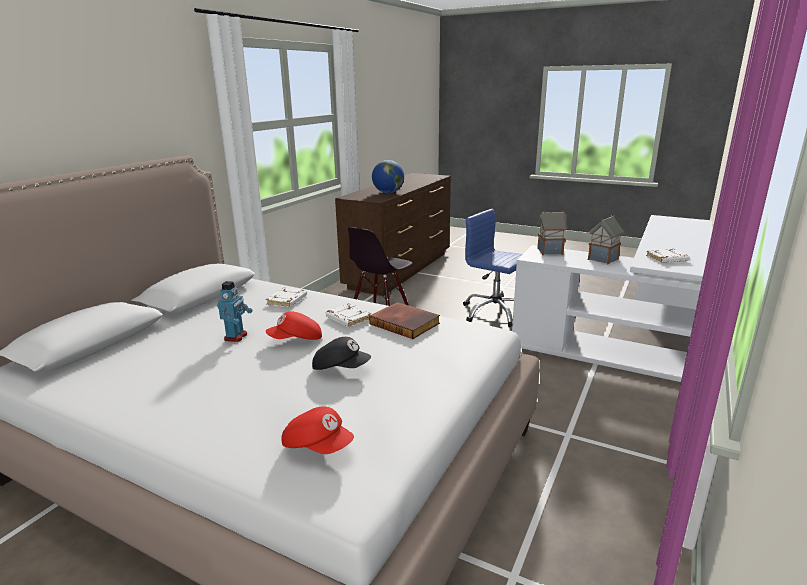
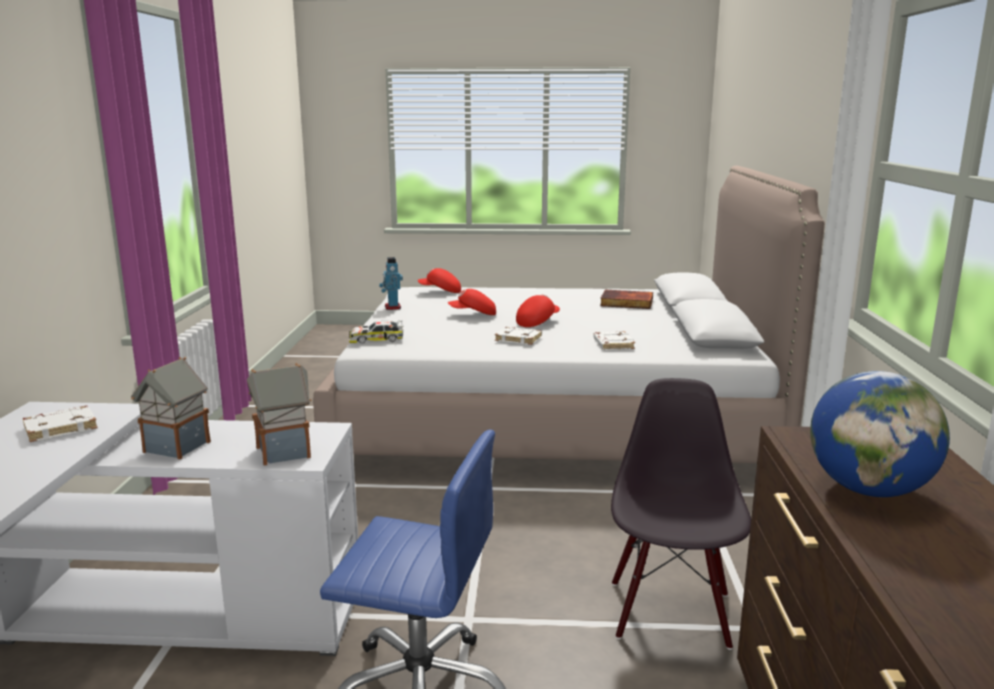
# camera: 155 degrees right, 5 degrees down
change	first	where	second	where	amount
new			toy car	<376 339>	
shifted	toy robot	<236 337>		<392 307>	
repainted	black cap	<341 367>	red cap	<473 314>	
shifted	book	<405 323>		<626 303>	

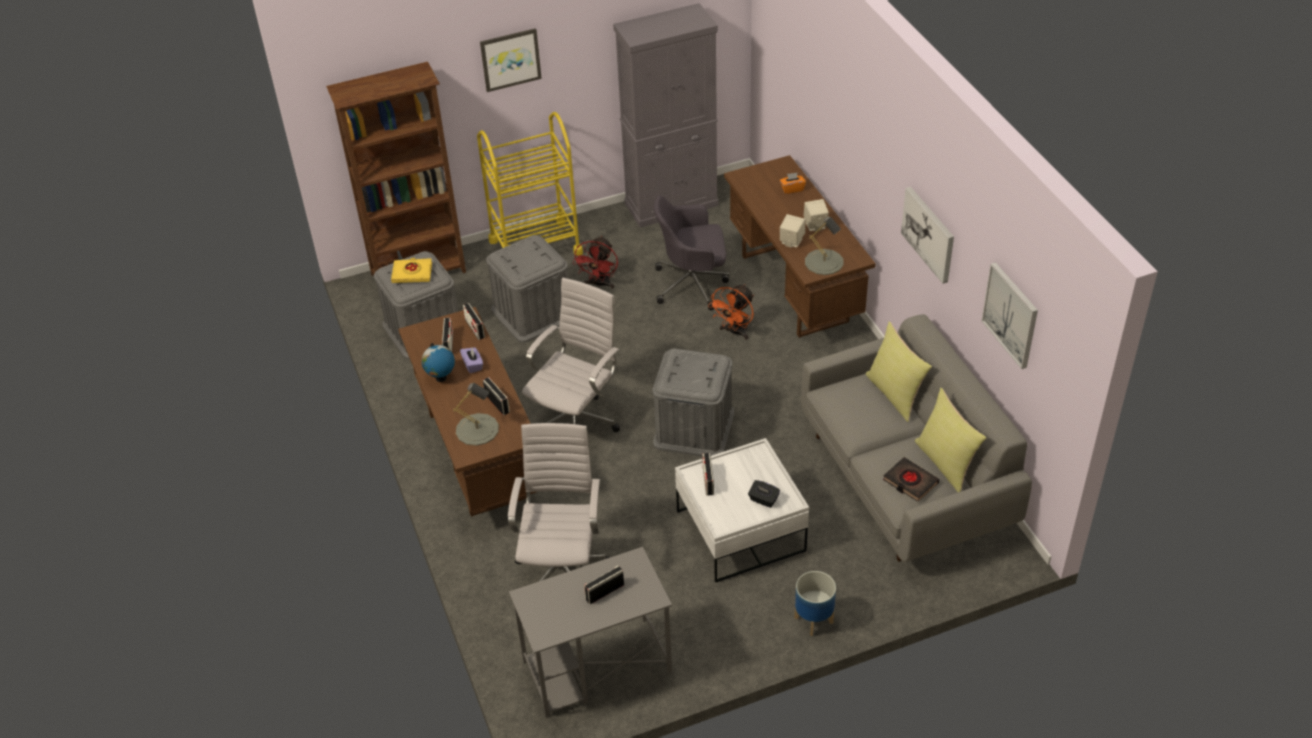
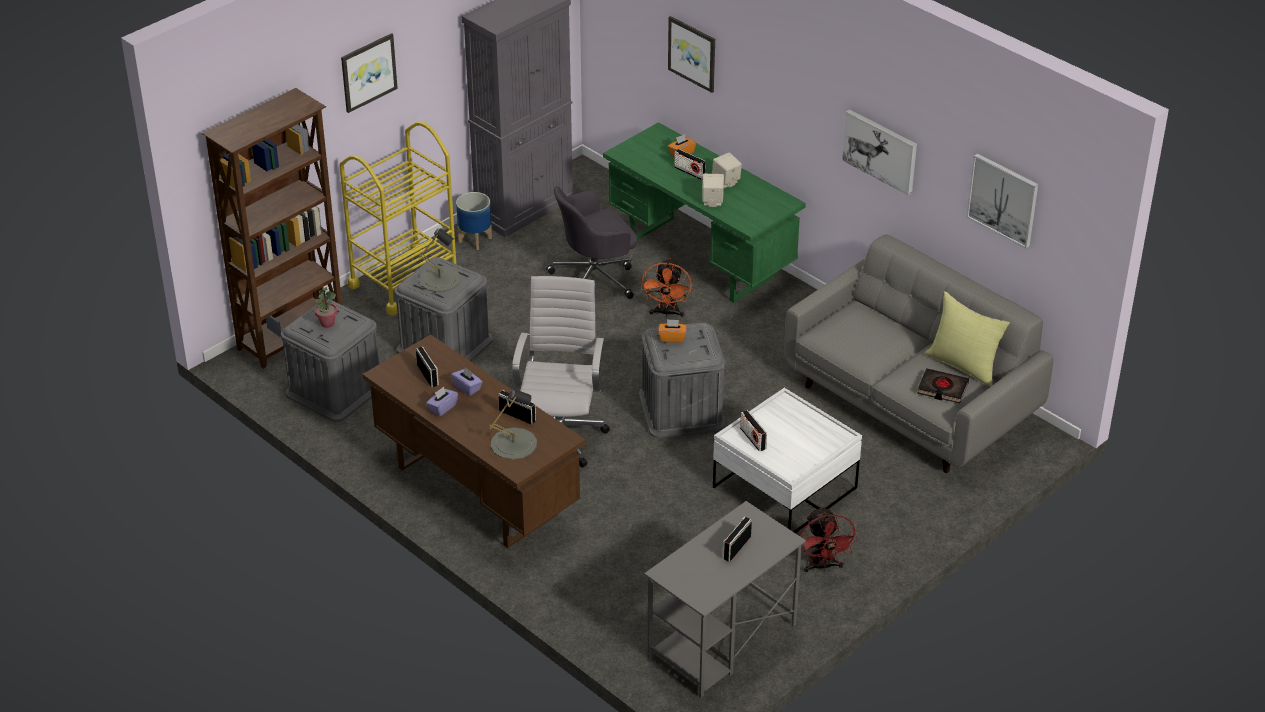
# camera: 25 degrees left, 5 degrees down
change	first	where	second	where	amount
swapped	yellow book	<412 273>	potted plant	<327 323>	
shifted	grey table lamp	<824 262>		<440 279>	
swapped	globe	<441 378>	purple tissue box	<442 408>	
shifted	planter	<813 620>		<475 240>	
repainted	brown desk	<795 288>	green desk	<702 259>	
new			orange tissue box	<672 338>	
new			picture	<692 53>	
shifted	radio	<474 328>		<689 172>	
shifted	red fan	<599 284>		<823 566>	
gone	white office chair	<562 570>			
gone	black tissue box	<763 500>			
gone	yellow pillow	<895 394>			

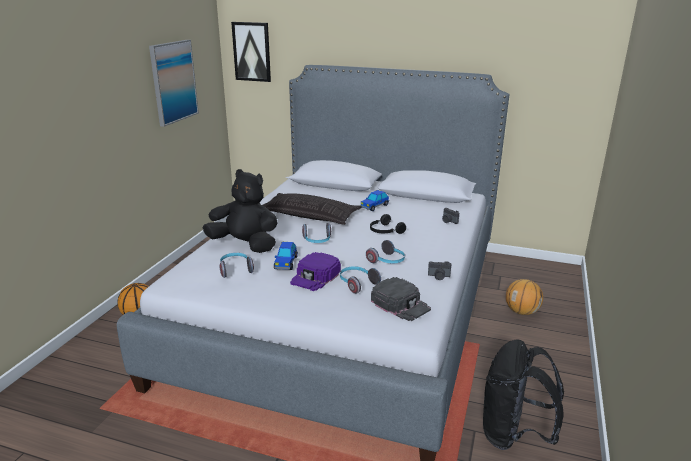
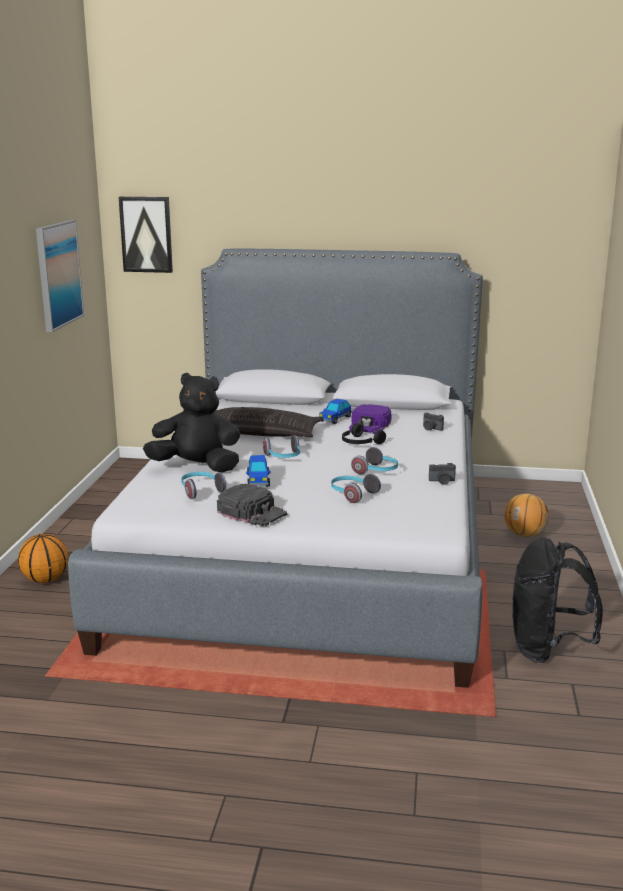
# camera: 10 degrees left, 5 degrees down
change	first	where	second	where	amount
shifted	black cap	<401 304>		<252 512>	
shifted	purple cap	<315 276>		<370 425>	

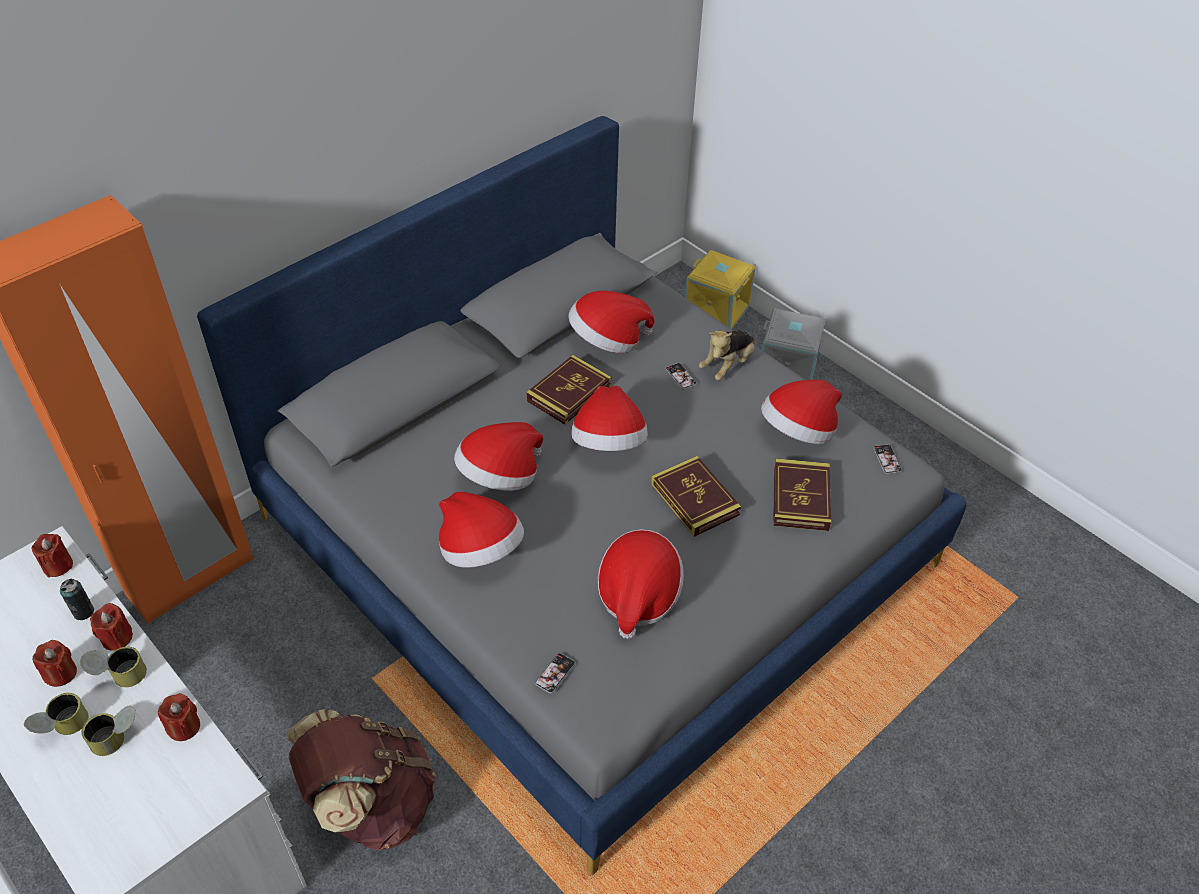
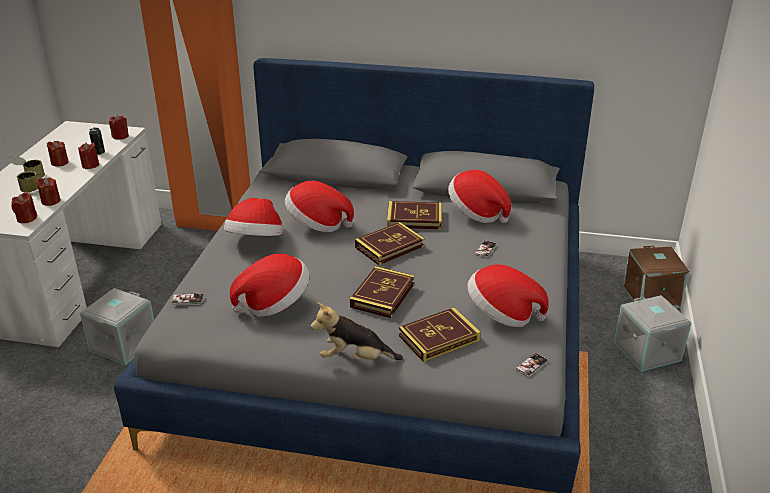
# camera: 55 degrees right, 15 degrees down
change	first	where	second	where	amount
new			red candle	<27 218>	
swapped	brown backpack	<371 804>	grey storage box	<123 344>	
shifted	plush toy	<727 366>		<355 358>	
swapped	hat	<609 444>	book	<389 247>	
repainted	yellow storage box	<717 310>	brown storage box	<652 296>	
gone	can	<119 675>			

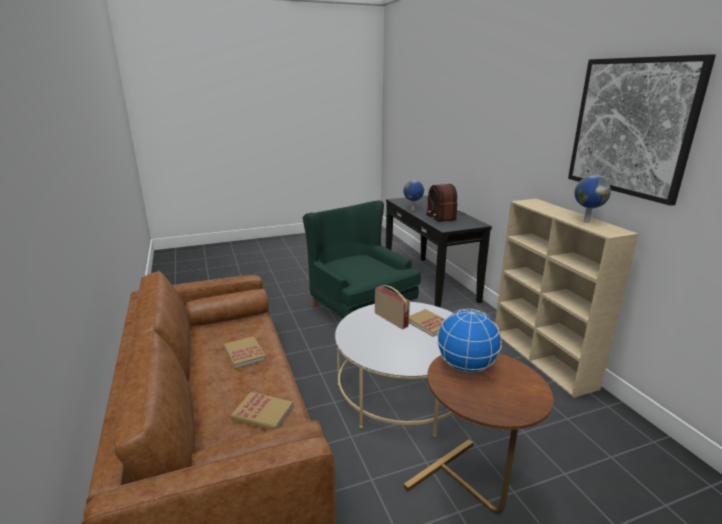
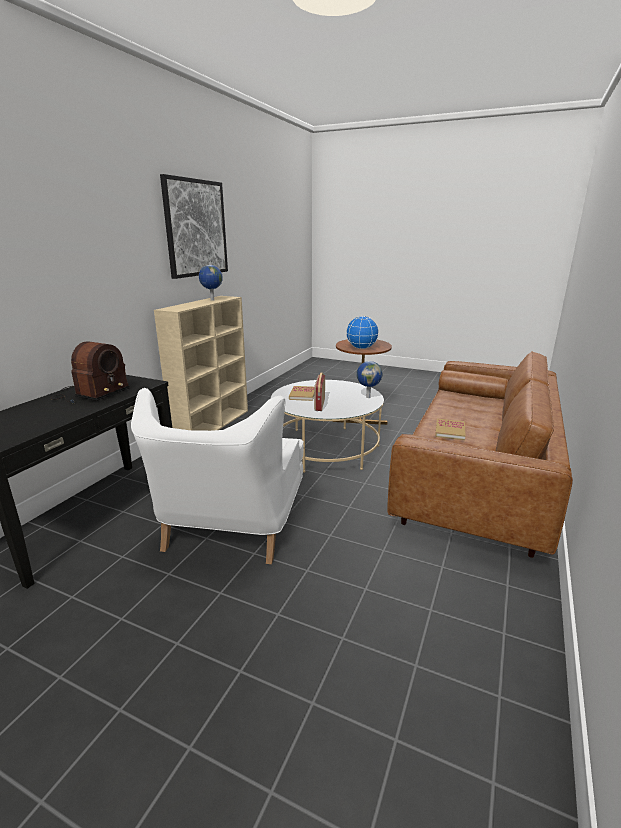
# camera: 135 degrees left, 0 degrees up
change	first	where	second	where	amount
repainted	green armchair	<357 308>	white armchair	<231 526>	
shifted	globe	<413 210>		<368 397>	
gone	book	<262 413>			

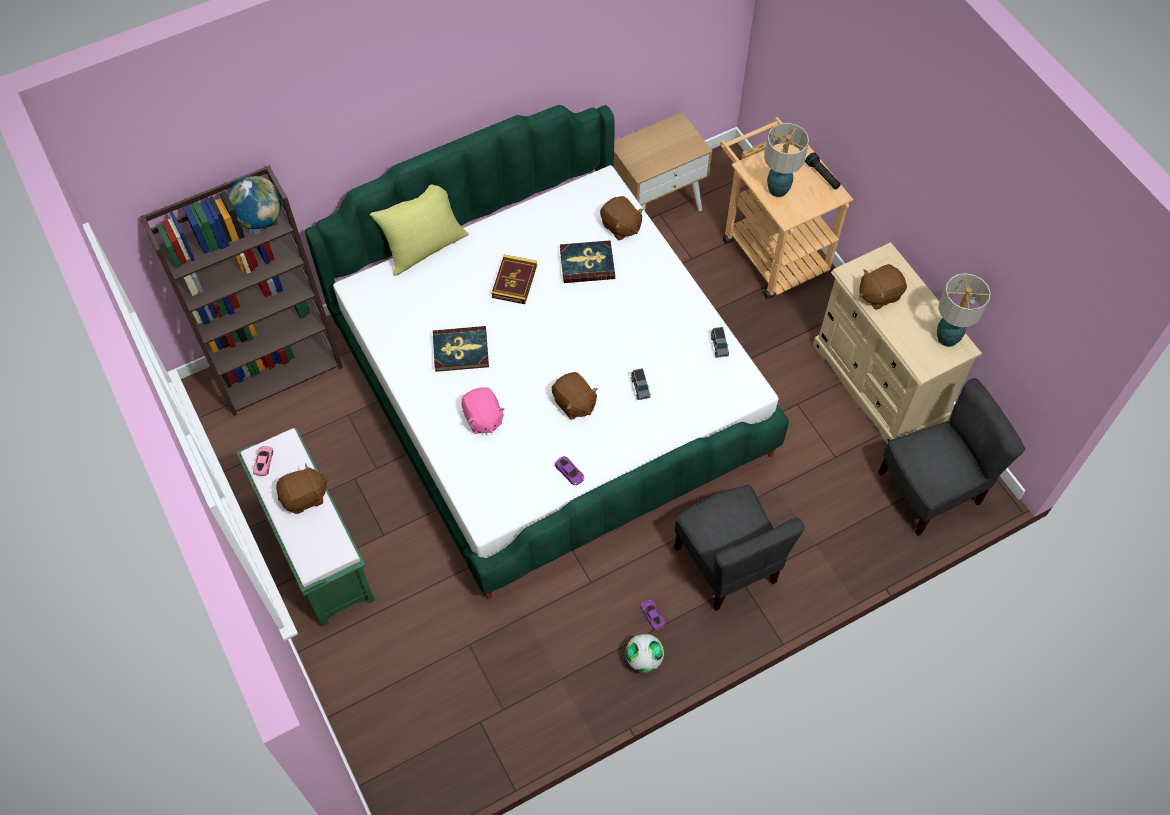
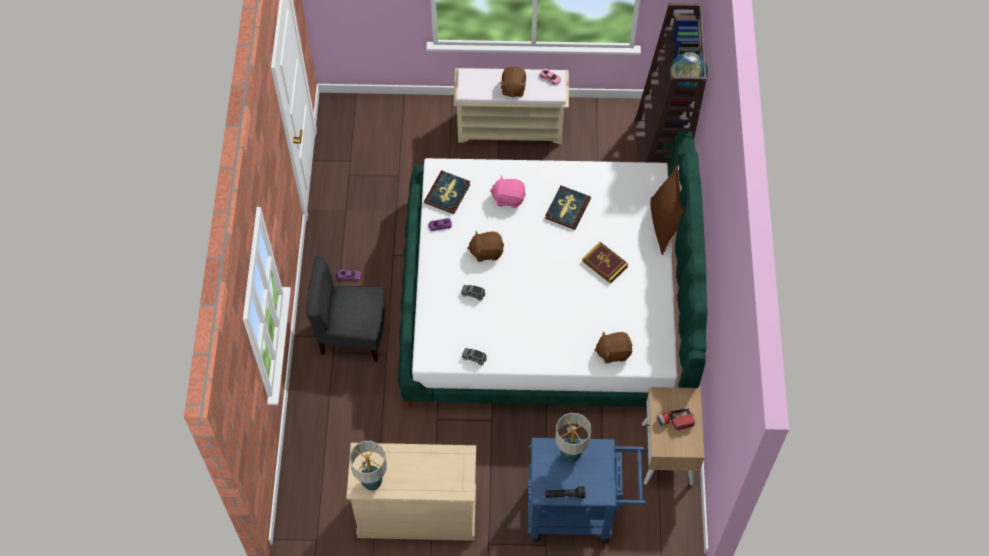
# camera: 120 degrees right, 0 degrees up
change	first	where	second	where	amount
shifted	book	<587 263>		<447 193>	
repainted	green bench	<316 549>	beige bench	<511 127>	
repainted	beige cart	<769 248>	blue cart	<579 511>	
repainted	yellow pillow	<424 247>	brown pillow	<666 225>	
new			flashlight	<675 422>	
gone	football	<643 659>			
gone	brown plush toy	<879 294>			
gone	grey chair	<930 490>			

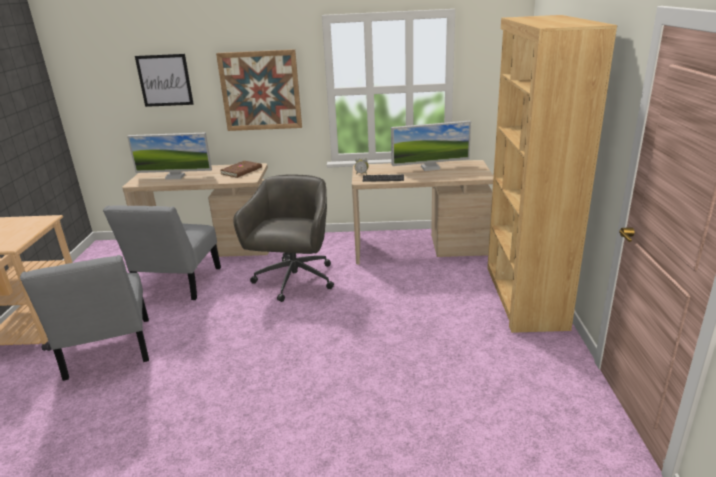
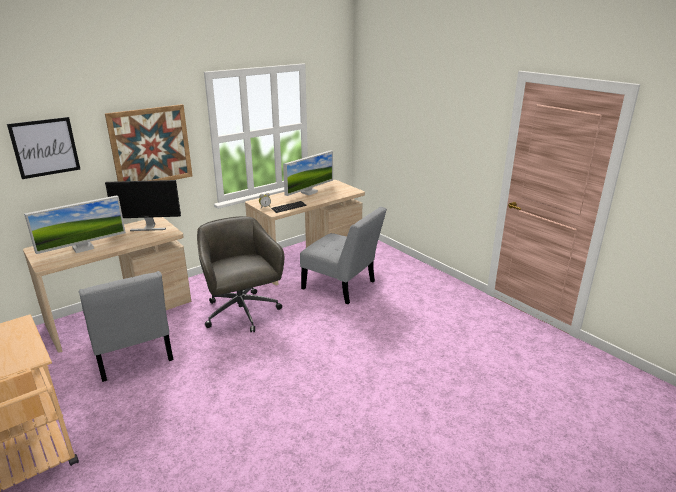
# camera: 40 degrees left, 0 degrees up
change	first	where	second	where	amount
swapped	brown book	<242 171>	monitor	<149 227>	
shifted	grey chair	<108 352>		<342 286>	
gone	brown bookcase	<524 296>			

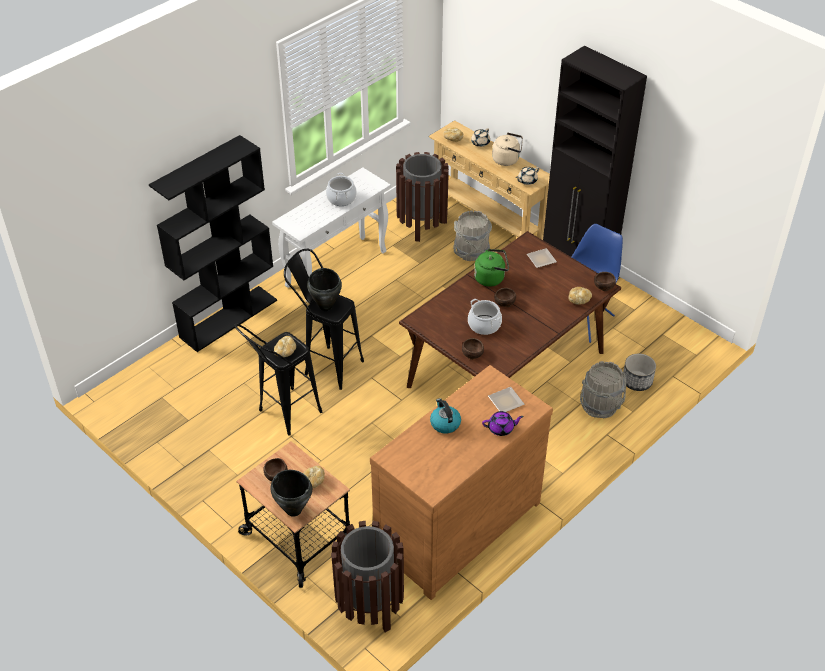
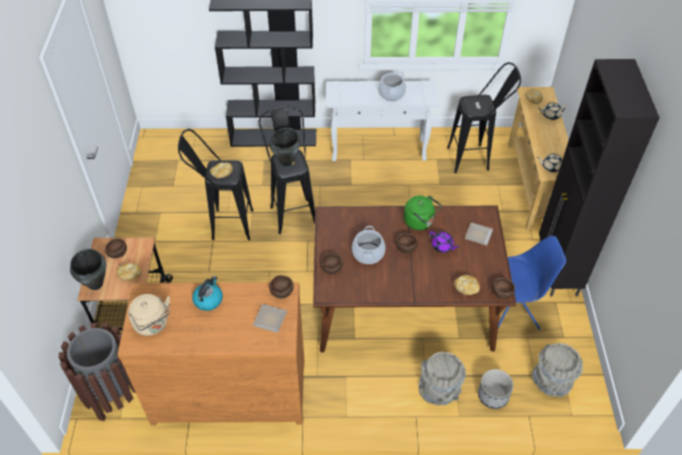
# camera: 45 degrees right, 5 degrees up
change	first	where	second	where	amount
shifted	beige kettle	<507 160>		<153 324>	
new			brown bowl	<282 291>	
shifted	purple teapot	<501 428>		<442 246>	
swapped	brown trash can	<422 225>	black stool	<475 158>	
shifted	grey bucket	<471 252>		<551 381>	

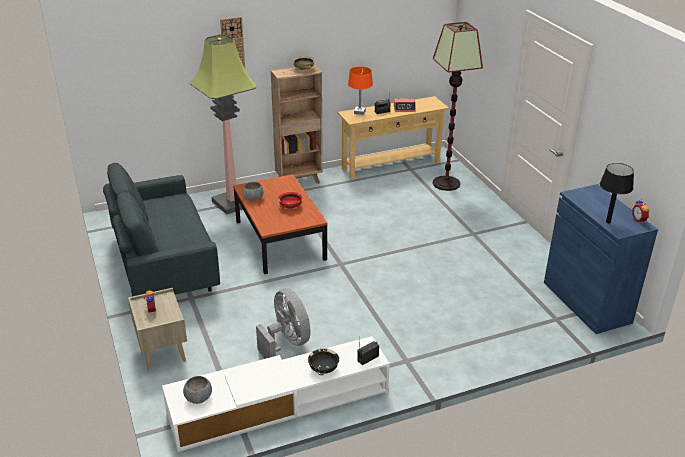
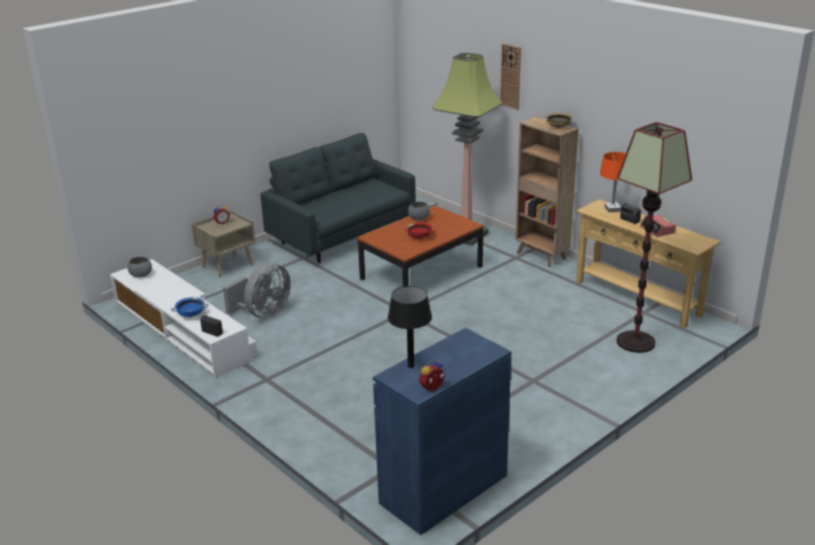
# camera: 70 degrees right, 5 degrees down
change	first	where	second	where	amount
repainted	black bowl	<323 368>	blue bowl	<191 314>	

